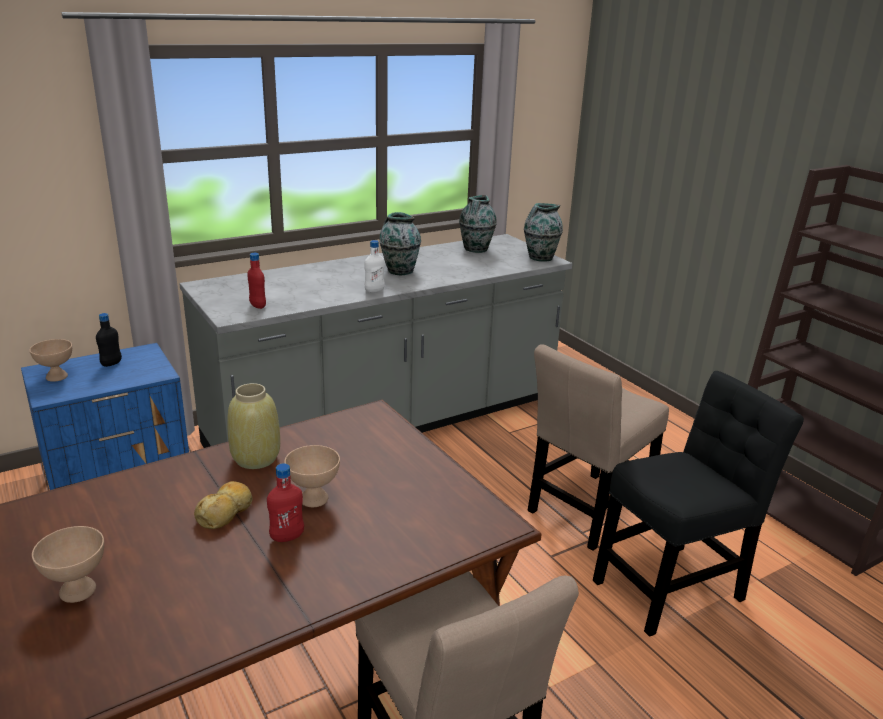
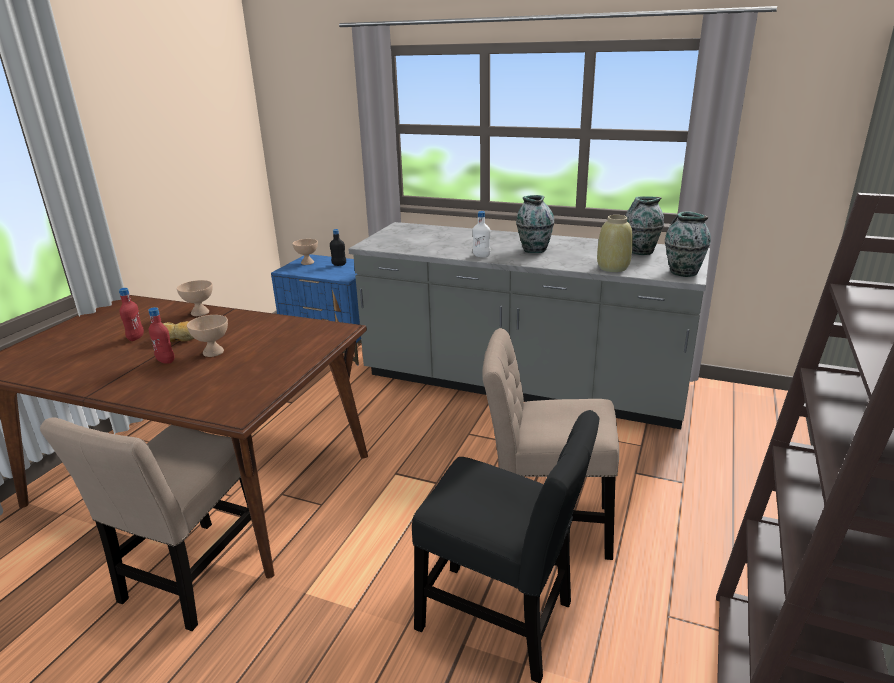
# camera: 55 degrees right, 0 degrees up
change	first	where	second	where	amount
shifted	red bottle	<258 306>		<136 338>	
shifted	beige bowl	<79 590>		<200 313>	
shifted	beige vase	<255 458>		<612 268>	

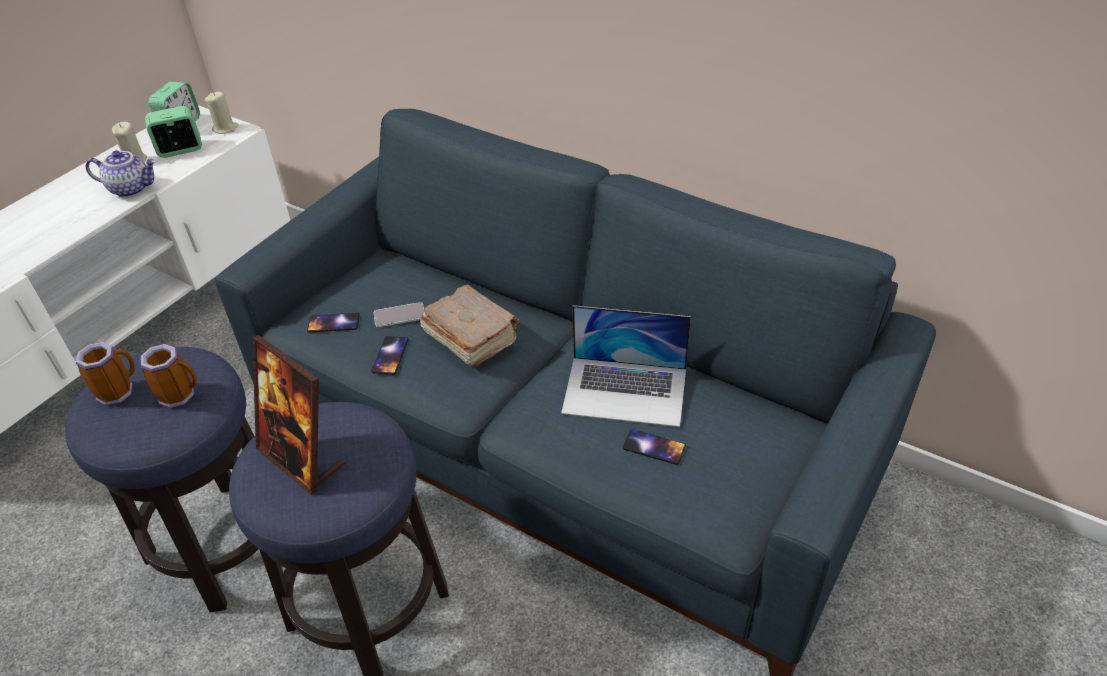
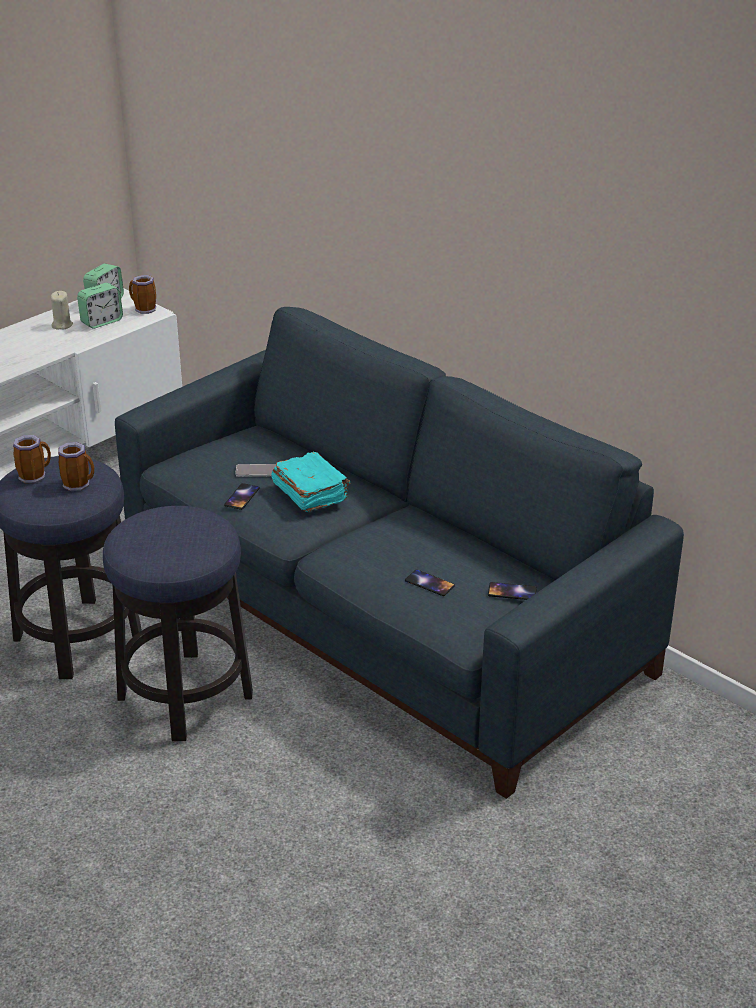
# camera: 10 degrees right, 10 degrees down
change	first	where	second	where	amount
rotated	alarm clock	<180 150>		<101 322>	150 degrees clockwise
swapped	beige candle	<225 128>	mug	<143 309>	
repainted	brown book	<471 337>	turquoise book	<310 493>	
shifted	phone	<333 323>		<512 592>	
gone	teapot	<132 188>			
gone	picture frame	<301 458>			
gone	laptop	<625 391>			

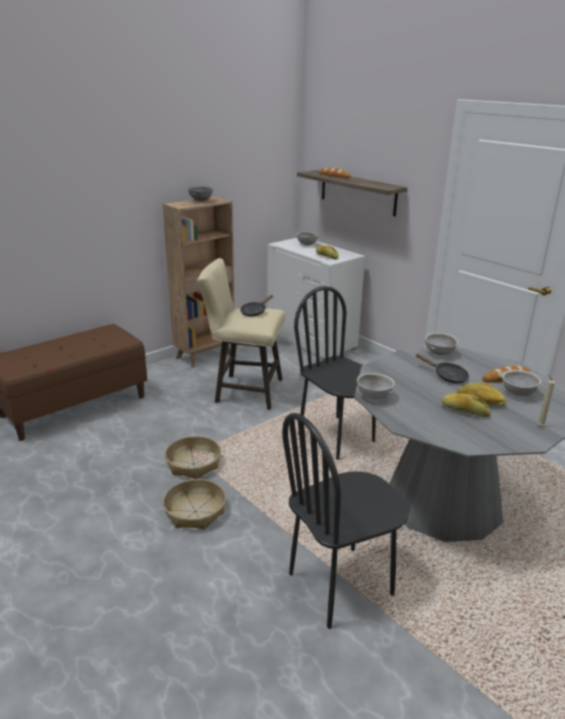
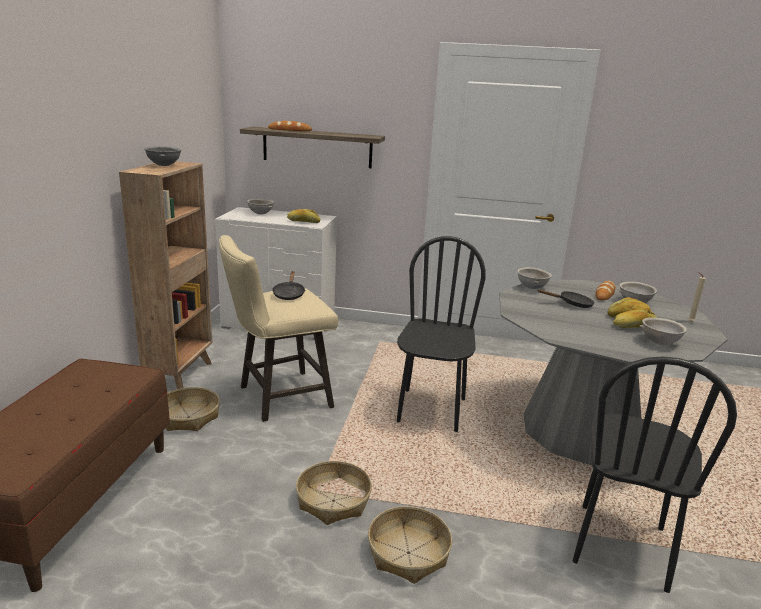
# camera: 40 degrees left, 5 degrees down
change	first	where	second	where	amount
new			basket	<189 417>	
rotated	black chair	<336 438>		<431 411>	90 degrees clockwise
shifted	grey bowl	<374 396>		<659 342>	

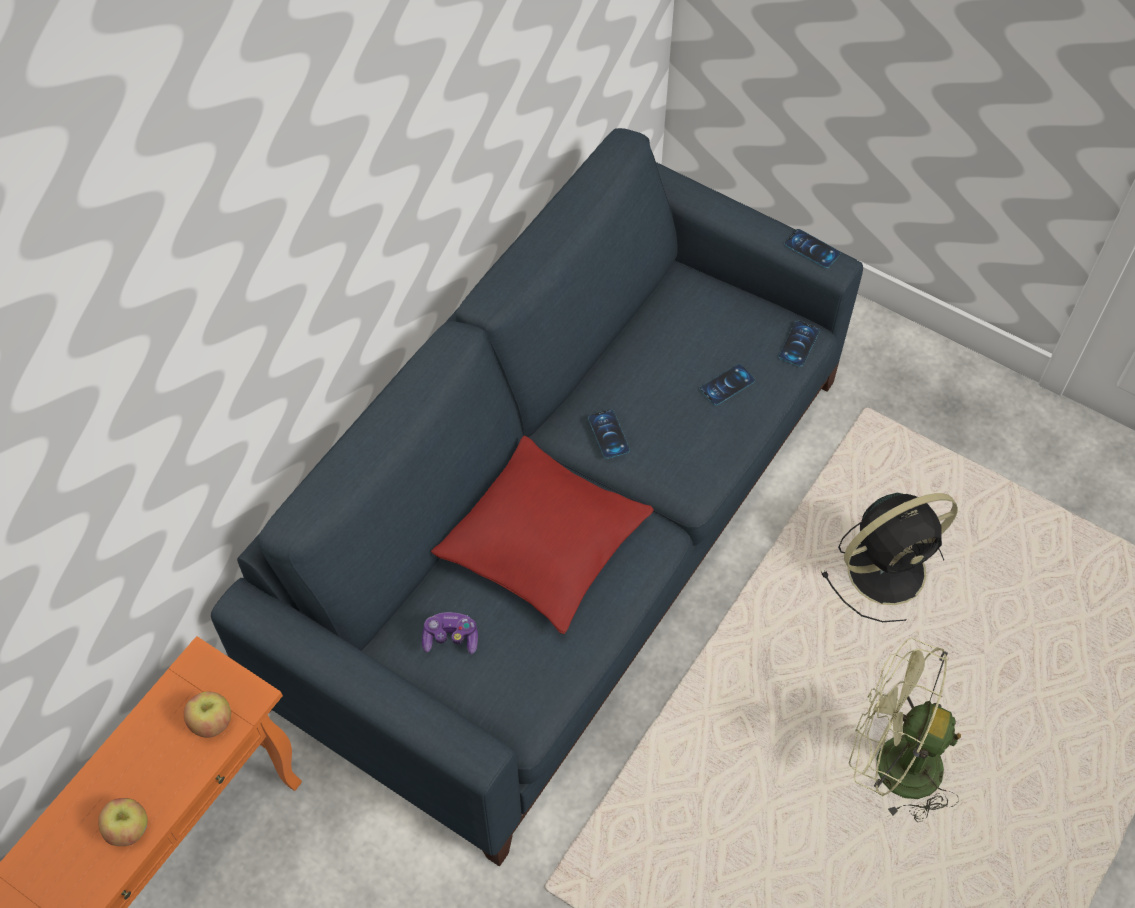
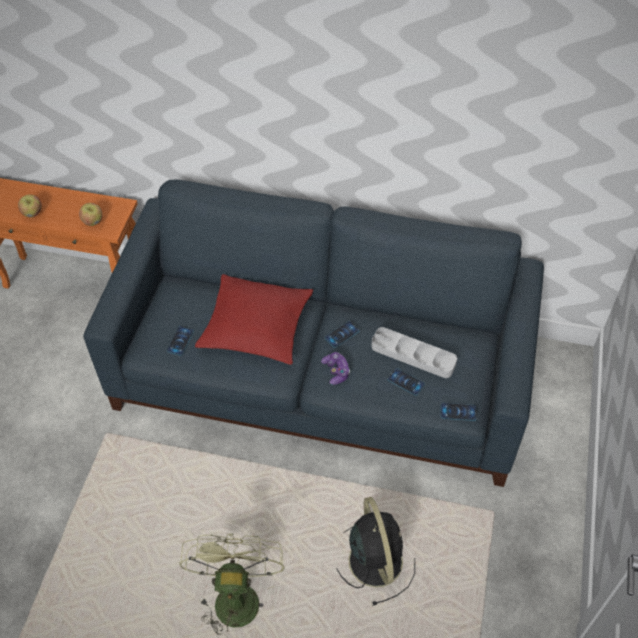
# camera: 70 degrees right, 5 degrees down
change	first	where	second	where	amount
shifted	phone	<812 249>		<180 340>	
shifted	game controller	<451 638>		<336 371>	
rotated	black fan	<889 569>		<374 558>	150 degrees counterclockwise
new			grey tray	<413 355>	

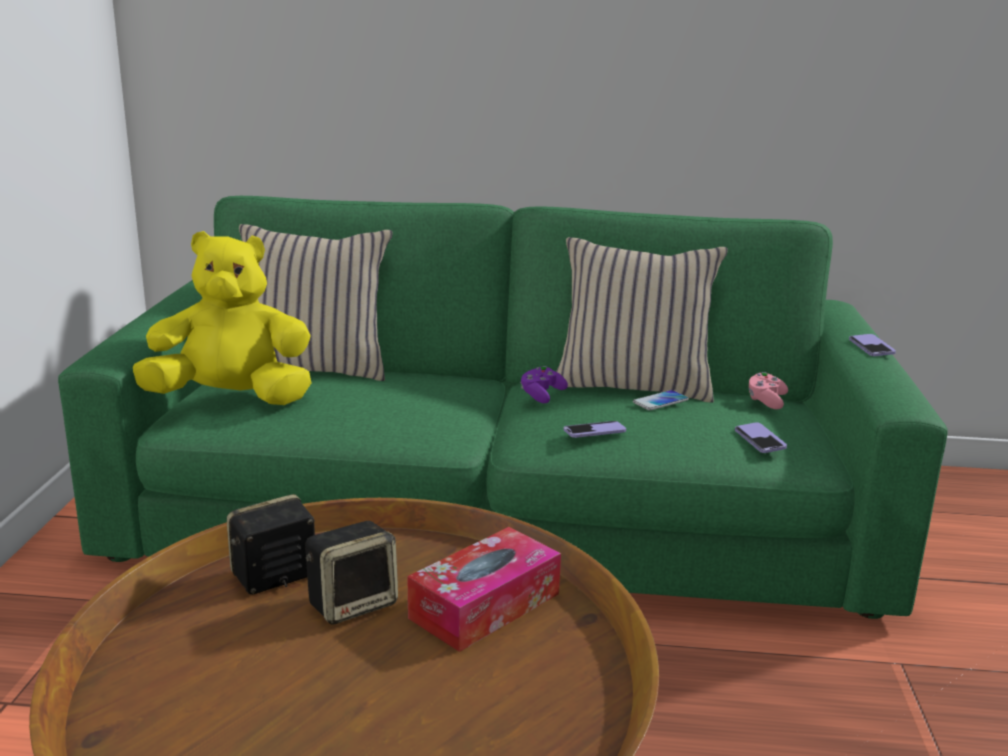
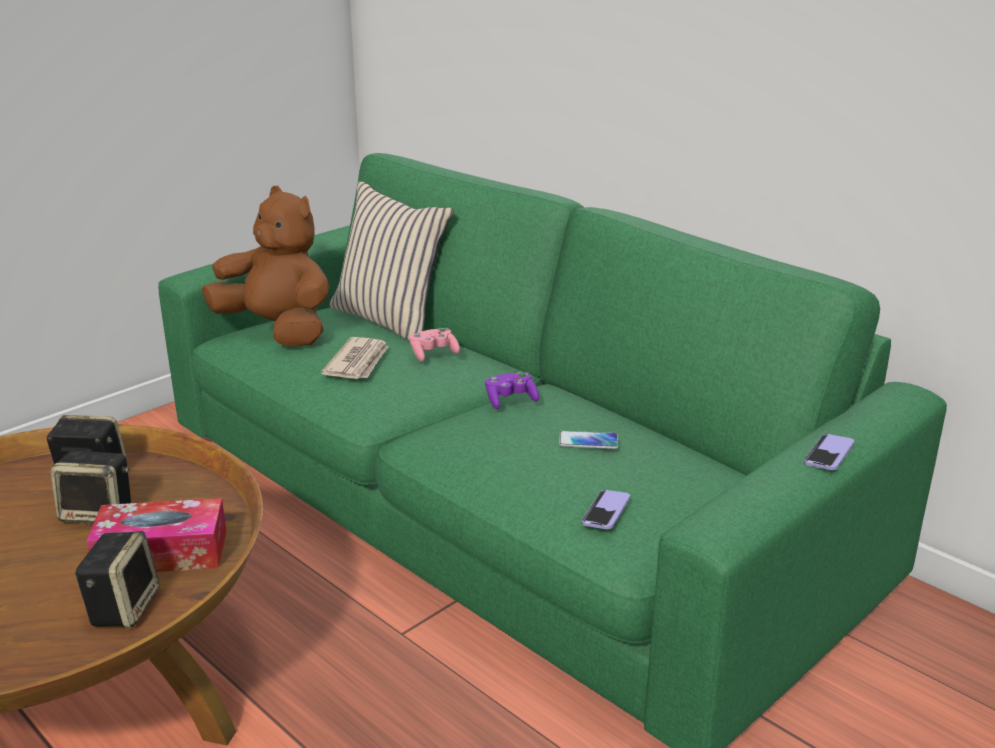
# camera: 40 degrees right, 5 degrees up
change	first	where	second	where	amount
new			speaker	<123 607>	
repainted	yellow plush toy	<232 399>	brown plush toy	<278 331>	
new			newspaper	<358 362>	
shifted	pink game controller	<766 401>		<433 354>	
gone	beige pillow	<633 386>			
gone	phone	<594 431>			

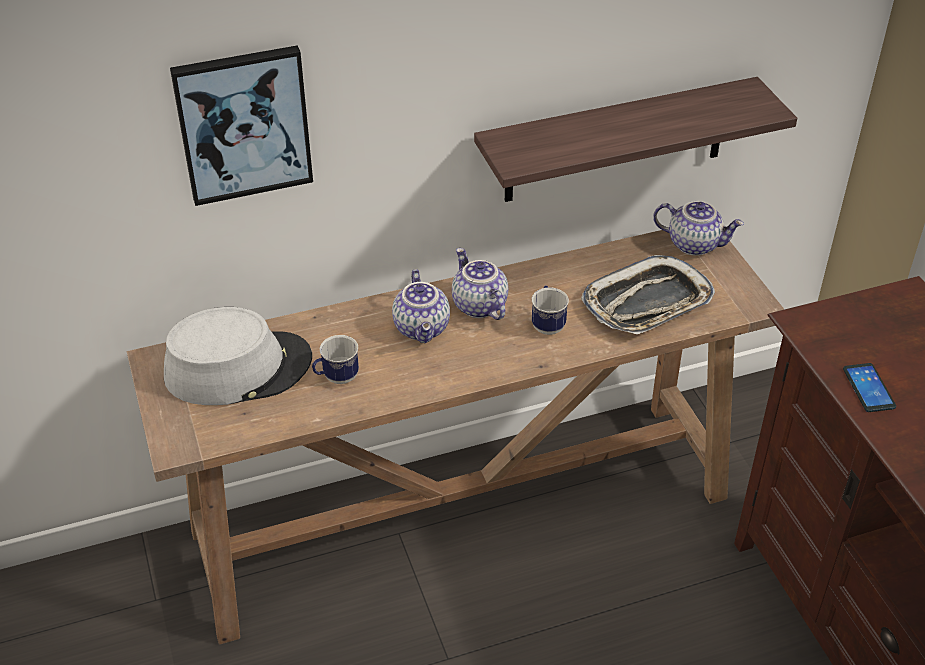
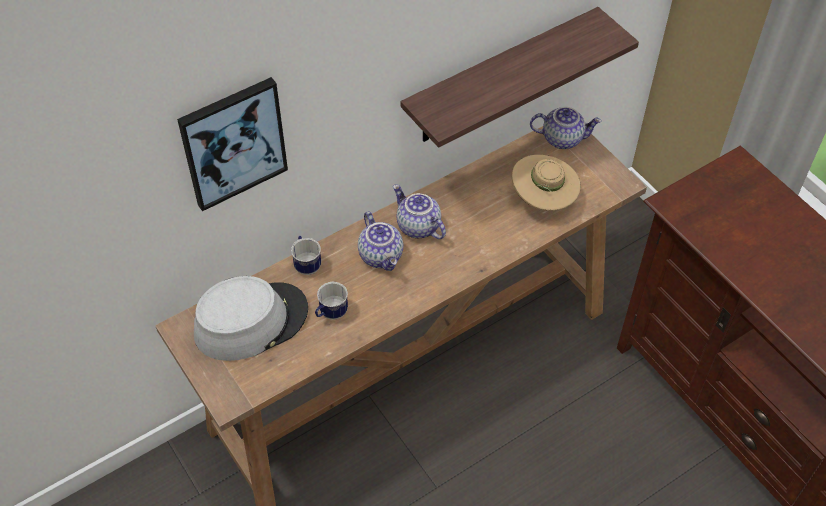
# camera: 15 degrees left, 10 degrees up
change	first	where	second	where	amount
shifted	mug	<547 324>		<306 264>	
swapped	tray	<647 303>	beige hat	<543 199>	
gone	phone	<868 388>			

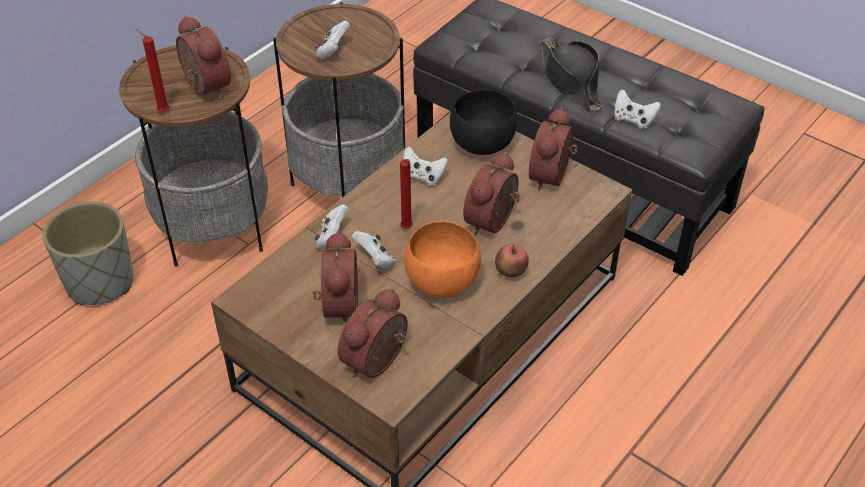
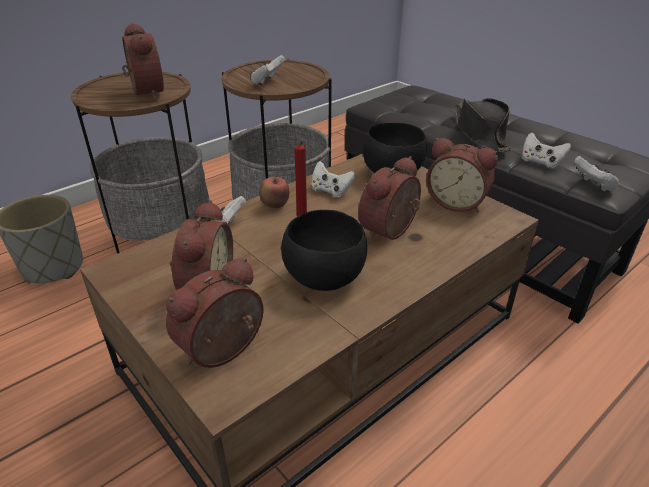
# camera: 10 degrees right, 10 degrees down
change	first	where	second	where	amount
shifted	apple	<510 273>		<275 206>	
repainted	orange bowl	<441 281>	black bowl	<323 277>	
rotated	alarm clock	<552 177>		<457 202>	90 degrees counterclockwise
shifted	white game controller	<376 260>		<593 186>	
gone	red candle	<161 111>			

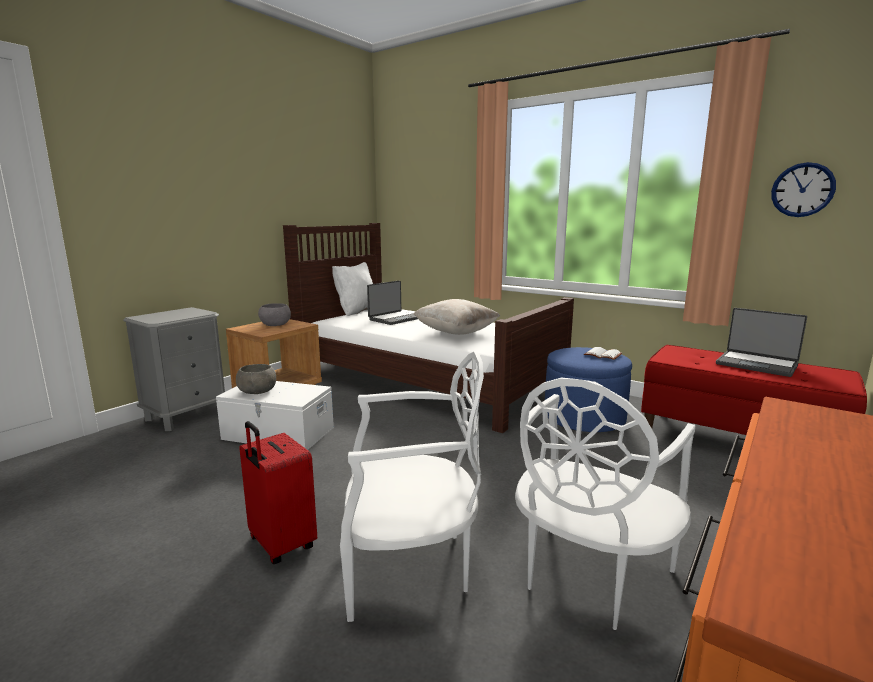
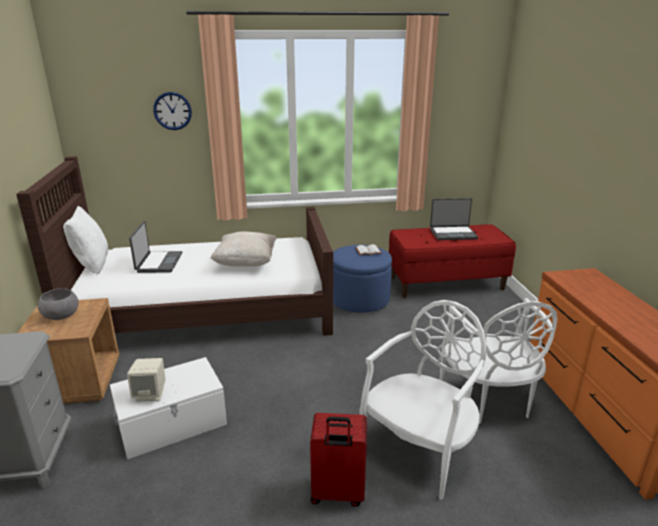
# camera: 45 degrees left, 10 degrees up
change	first	where	second	where	amount
swapped	grey bowl	<258 391>	beige speaker	<150 394>	
shifted	wall clock	<802 190>		<172 111>	

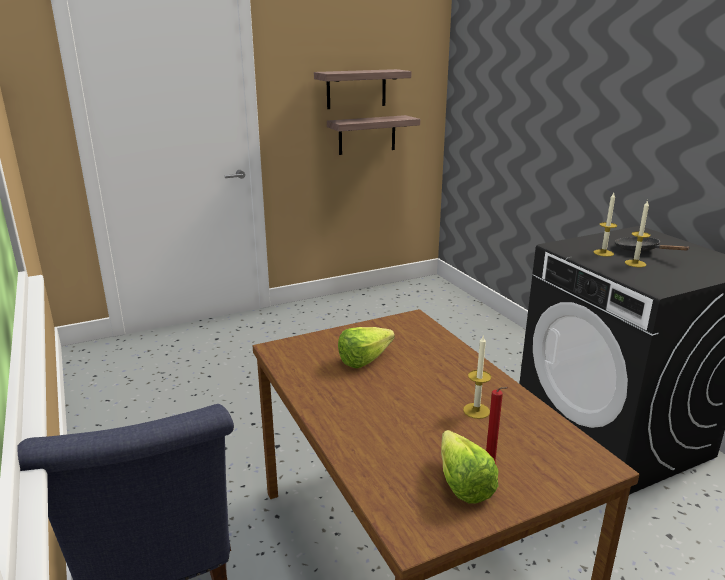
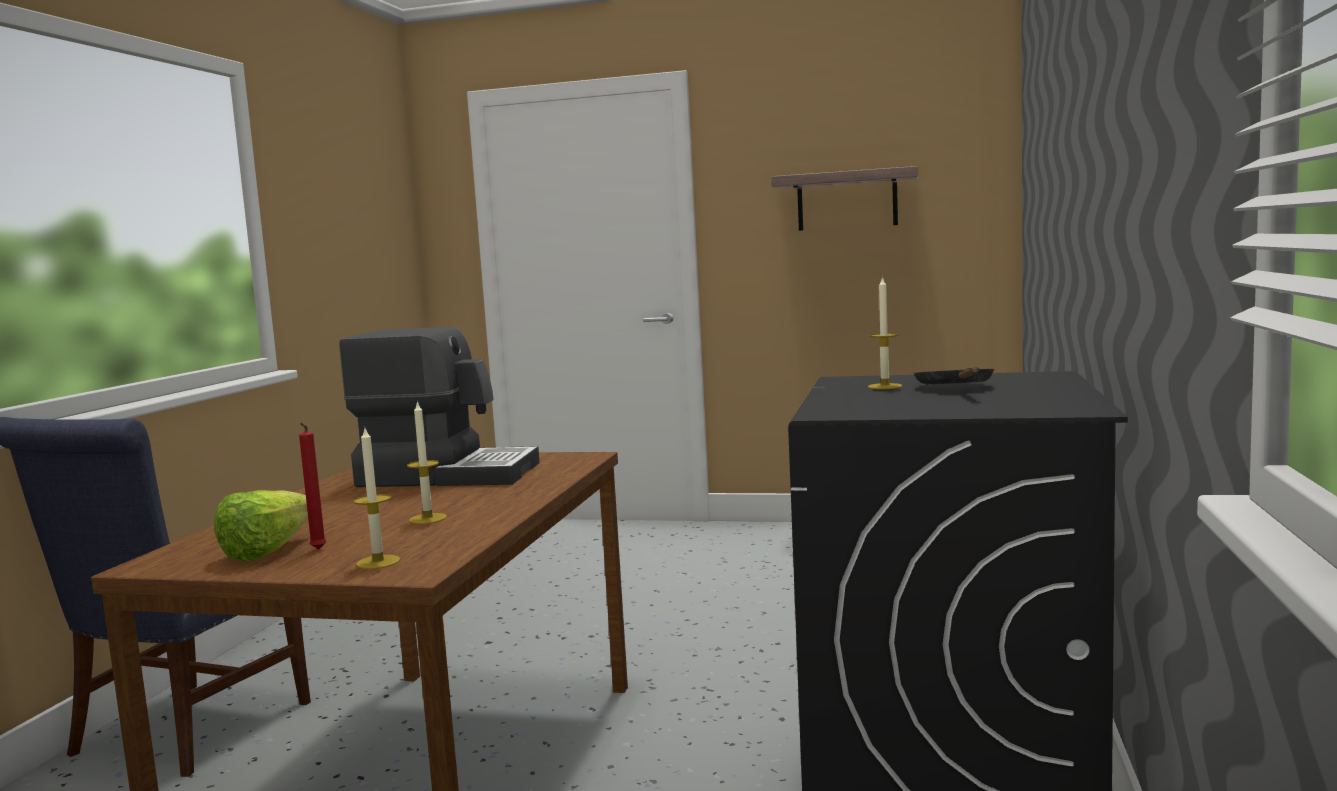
# camera: 40 degrees right, 15 degrees down
change	first	where	second	where	amount
swapped	lettuce	<369 359>	coffee machine	<448 474>	
shifted	candle	<635 263>		<378 562>	
gone	shelf	<367 135>			

